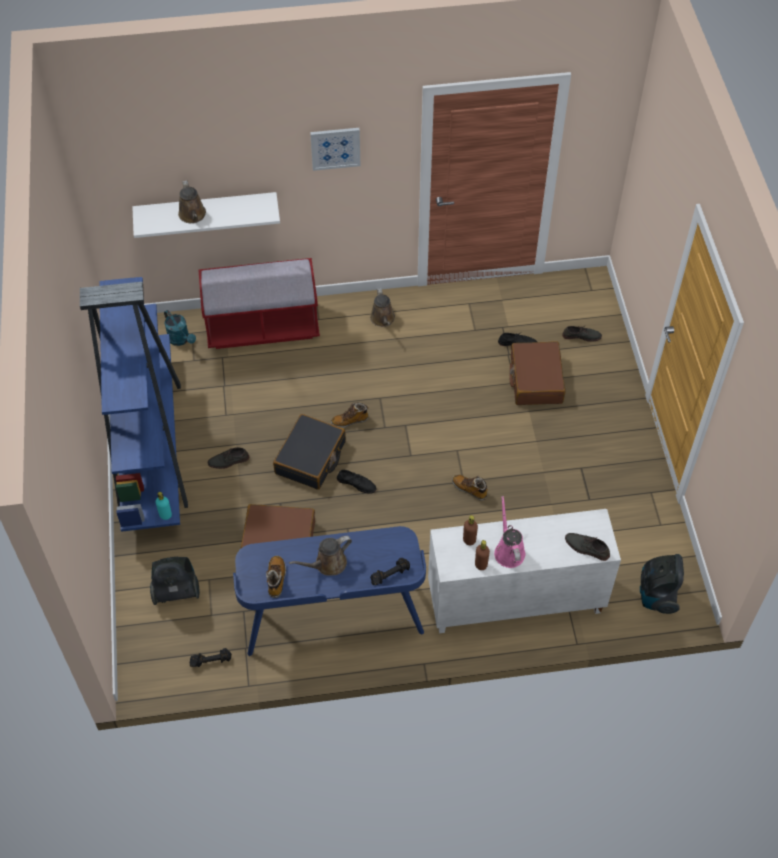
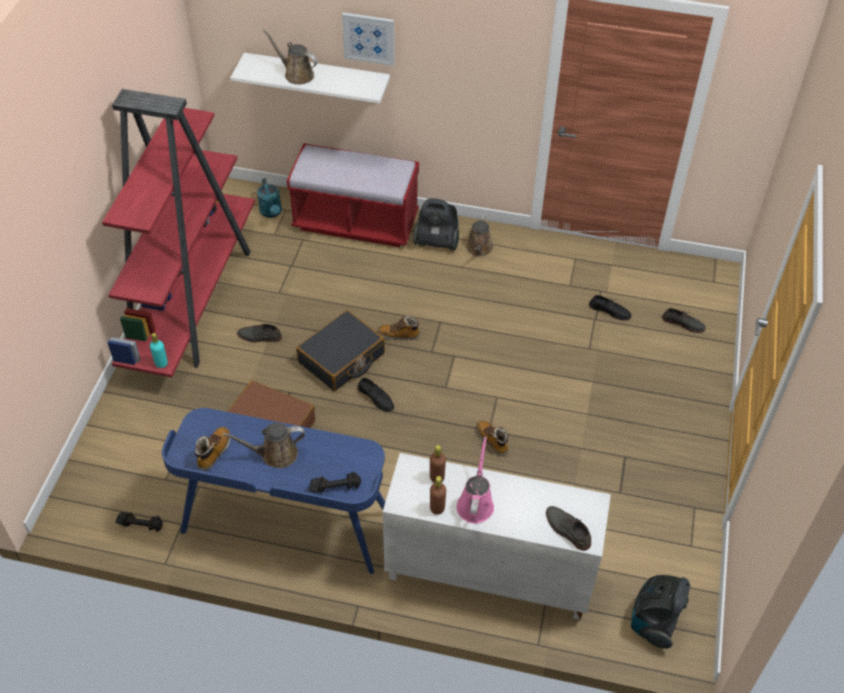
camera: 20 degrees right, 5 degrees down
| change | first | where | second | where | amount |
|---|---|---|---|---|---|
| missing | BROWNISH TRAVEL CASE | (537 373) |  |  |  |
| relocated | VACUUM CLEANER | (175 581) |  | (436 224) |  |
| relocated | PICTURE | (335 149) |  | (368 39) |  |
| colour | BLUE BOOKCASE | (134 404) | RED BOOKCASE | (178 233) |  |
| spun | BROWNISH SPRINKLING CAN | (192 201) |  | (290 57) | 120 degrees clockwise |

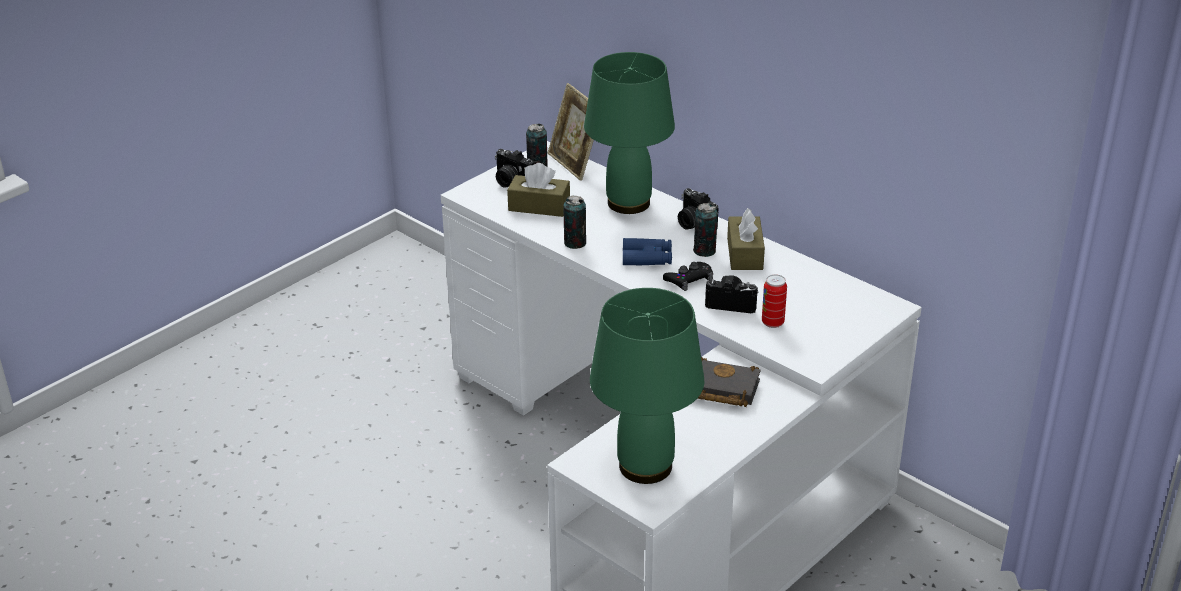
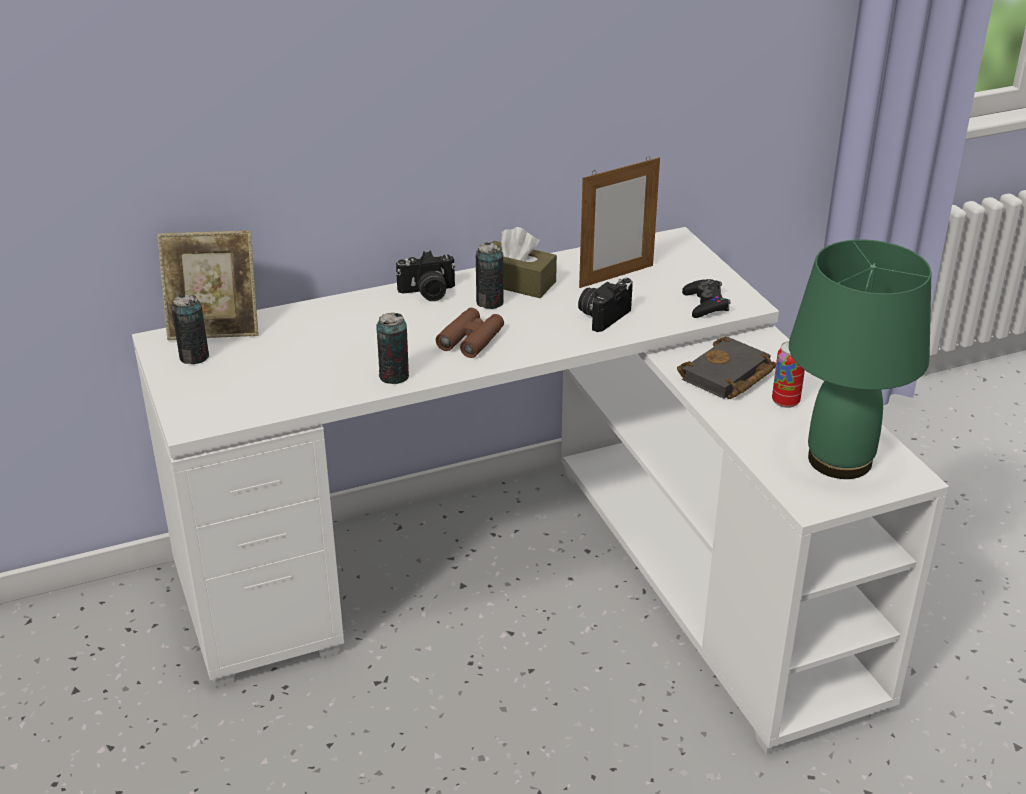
camera: 65 degrees left, 0 degrees up
| change | first | where | second | where | amount |
|---|---|---|---|---|---|
| missing | STILL CAMERA | (514 168) |  |  |  |
| missing | BROWNISH BOX OF TISSUES | (538 190) |  |  |  |
| missing | GREENISH LAMP FOR A TABLE | (629 133) |  |  |  |
| appeared |  |  | PICTURE FRAME | (619 222) |  |
| relocated | BLACKISH GAME CONTROLLER | (688 276) |  | (706 298) |  |
| relocated | CAN | (774 301) |  | (788 374) |  |
| colour | BLUE FIELD GLASSES | (647 251) | BROWNISH FIELD GLASSES | (470 333) |  |

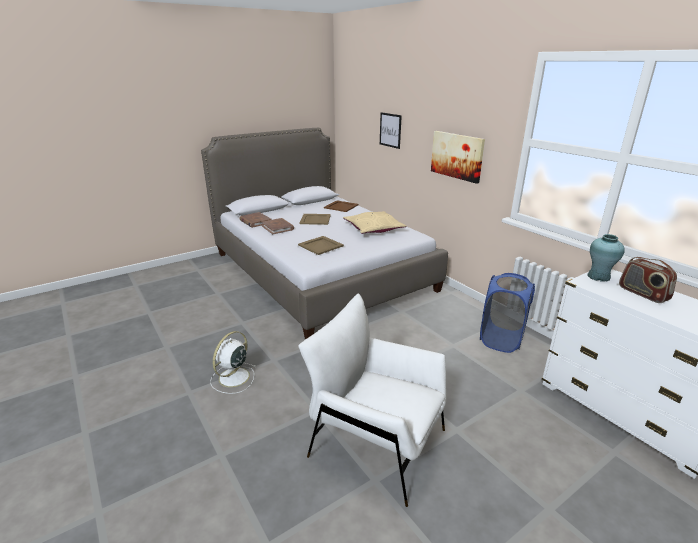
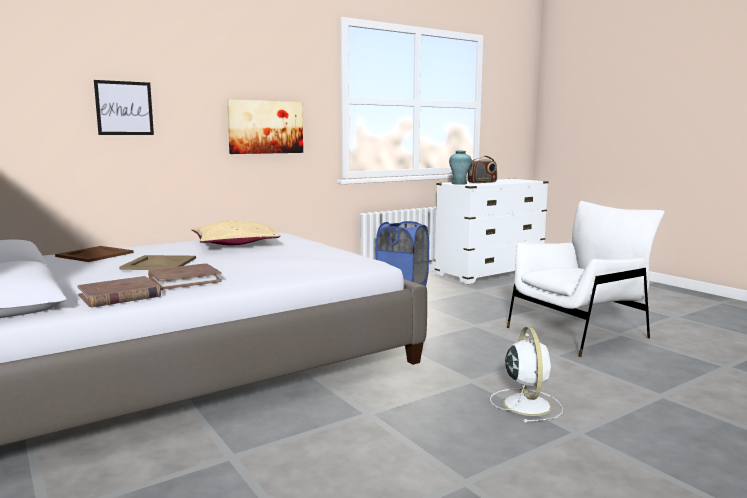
camera: 90 degrees left, 15 degrees down
| change | first | where | second | where | amount |
|---|---|---|---|---|---|
| missing | SAND-COLOURED SERVING TRAY | (321 245) |  |  |  |
| spun | WHITE COOLING FAN | (233 362) |  | (526 374) | 120 degrees counterclockwise |
| spun | WHITE EASY CHAIR | (372 400) |  | (585 279) | 150 degrees counterclockwise |

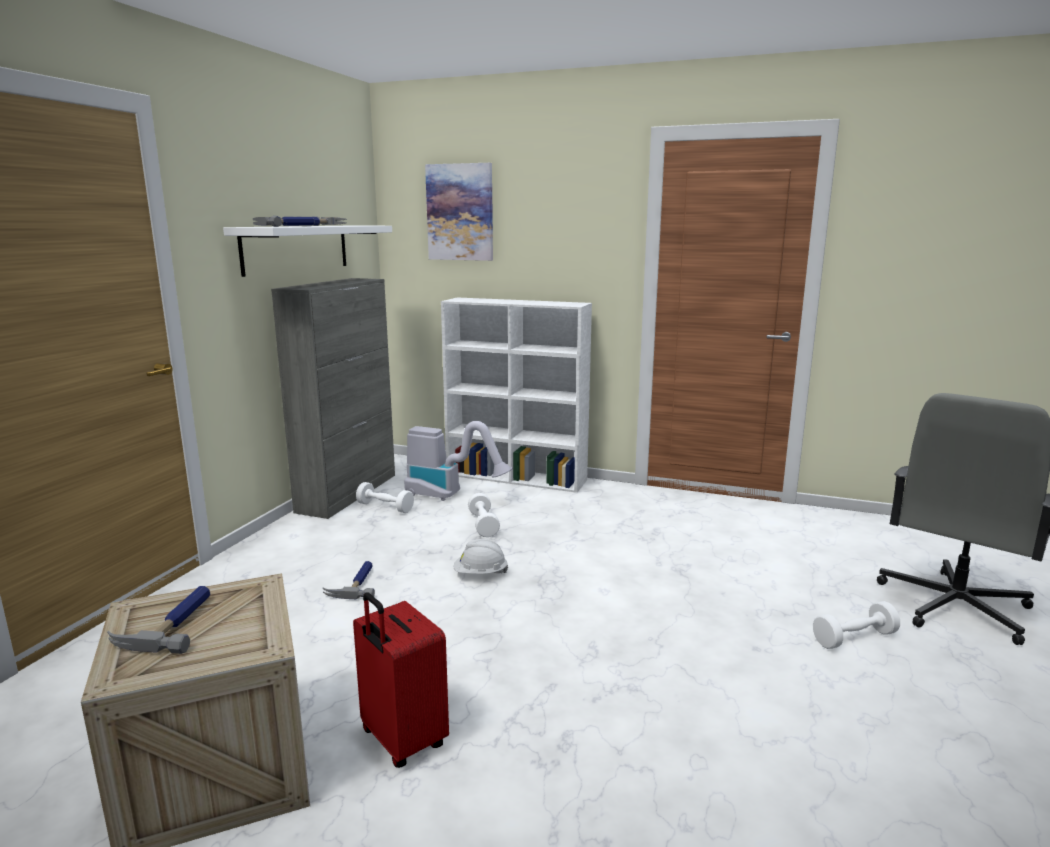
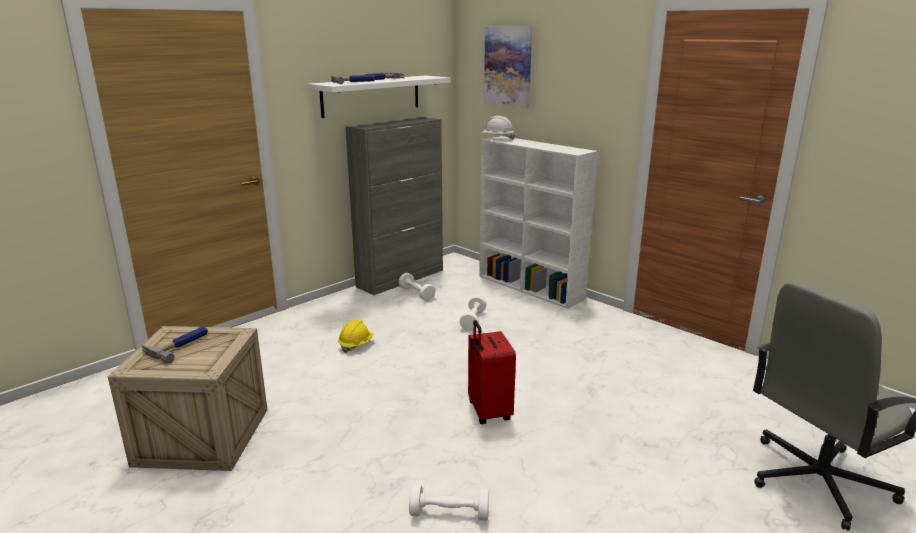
camera: 25 degrees right, 5 degrees up
| change | first | where | second | where | amount |
|---|---|---|---|---|---|
| missing | VACUUM CLEANER | (458 461) |  |  |  |
| relocated | RED TRAVEL CASE | (401 680) |  | (492 372) |  |
| relocated | WHITE SAFETY HELMET | (481 556) |  | (498 128) |  |
| relocated | WHITE FREE WEIGHT | (856 625) |  | (449 502) |  |
| exchanged | TOOL HAMMER | (349 580) | YELLOW SAFETY HELMET | (356 336) |  |

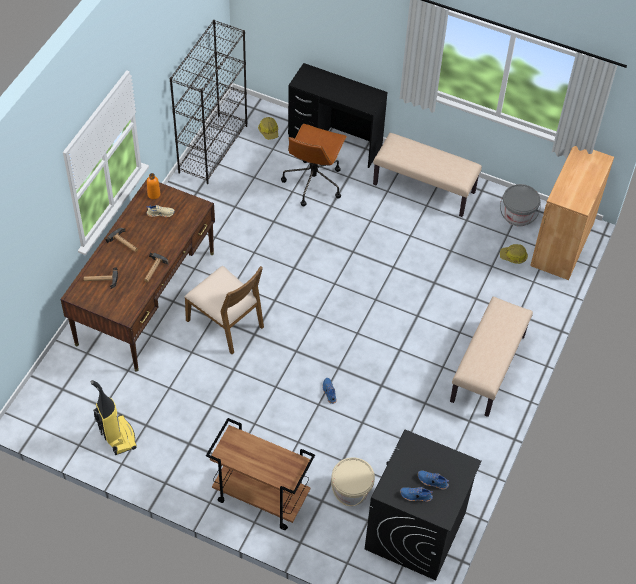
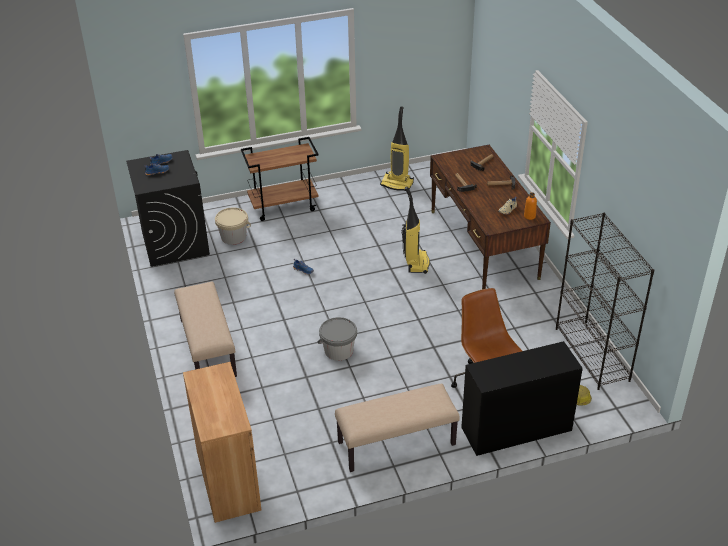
camera: 140 degrees right, 15 degrees down
| change | first | where | second | where | amount |
|---|---|---|---|---|---|
| missing | SAFETY HELMET | (514 254) |  |  |  |
| relocated | GREY BUCKET | (520 205) |  | (337 339) |  |
| exchanged | BROWNISH PLAIN CHAIR | (224 310) | VACUUM CLEANER | (415 230) |  |

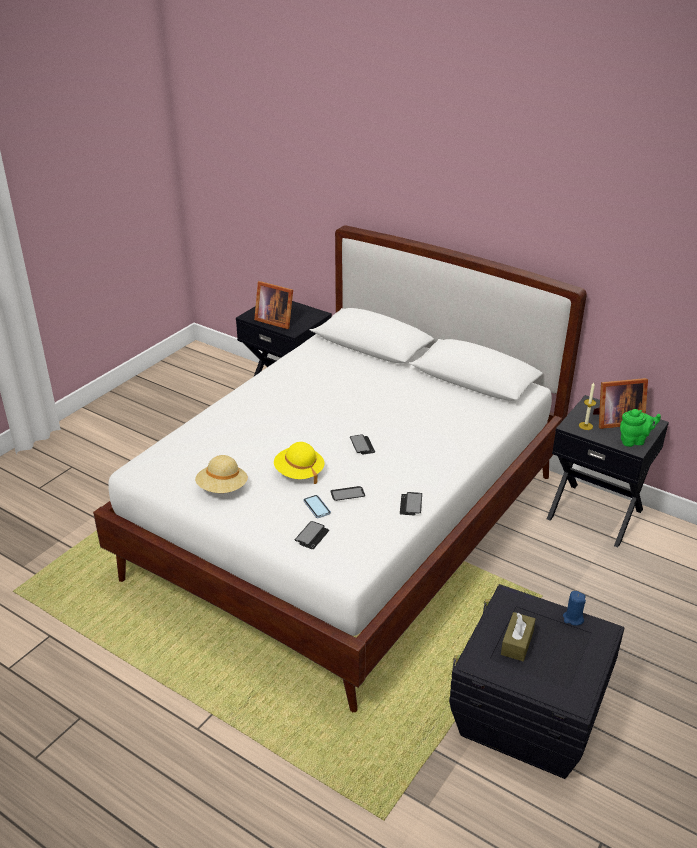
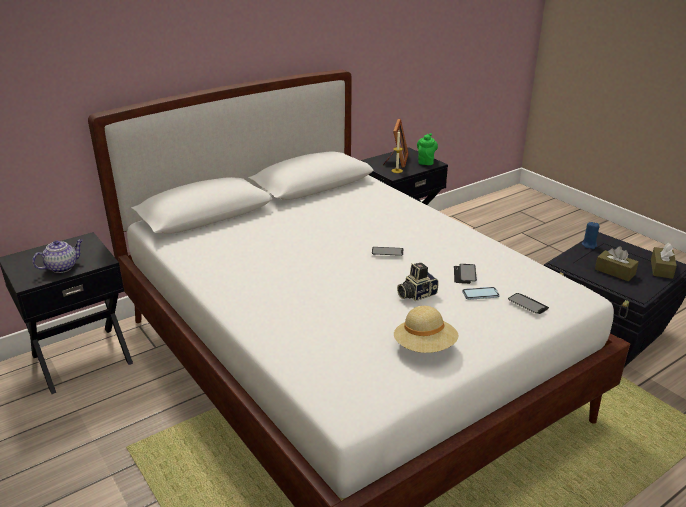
camera: 70 degrees left, 5 degrees down
| change | first | where | second | where | amount |
|---|---|---|---|---|---|
| missing | PHONE | (411 503) |  |  |  |
| appeared |  |  | BROWNISH BOX OF TISSUES | (664 261) |  |
| exchanged | PICTURE FRAME | (273 305) | TEAPOT | (57 256) |  |
| exchanged | YELLOW CLOTHING HAT | (299 463) | STILL CAMERA | (418 281) |  |

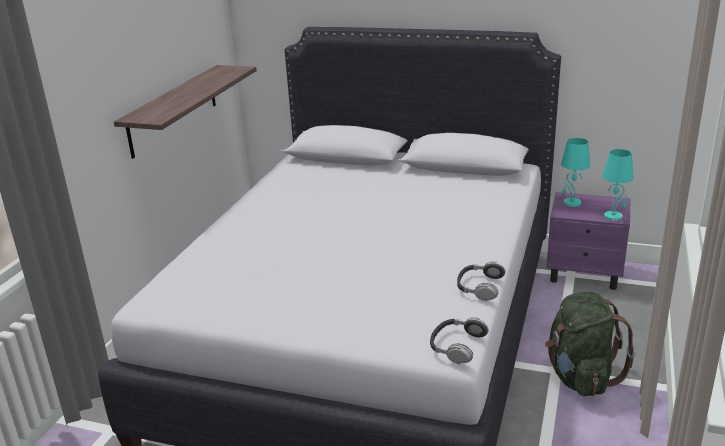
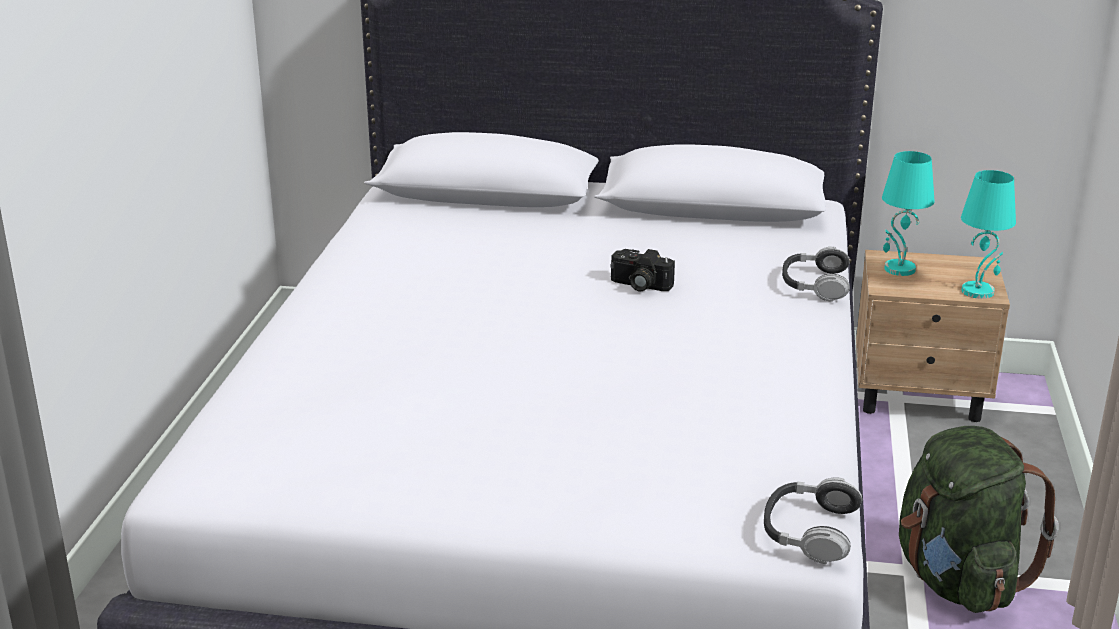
camera: 10 degrees left, 0 degrees up
| change | first | where | second | where | amount |
|---|---|---|---|---|---|
| missing | BRACKET SHELF | (185 112) |  |  |  |
| appeared |  |  | STILL CAMERA | (642 270) |  |
| relocated | HEADSET | (481 281) |  | (816 274) |  |
| colour | PURPLE NIGHTSTAND | (588 241) | SAND-COLOURED NIGHTSTAND | (933 336) |  |

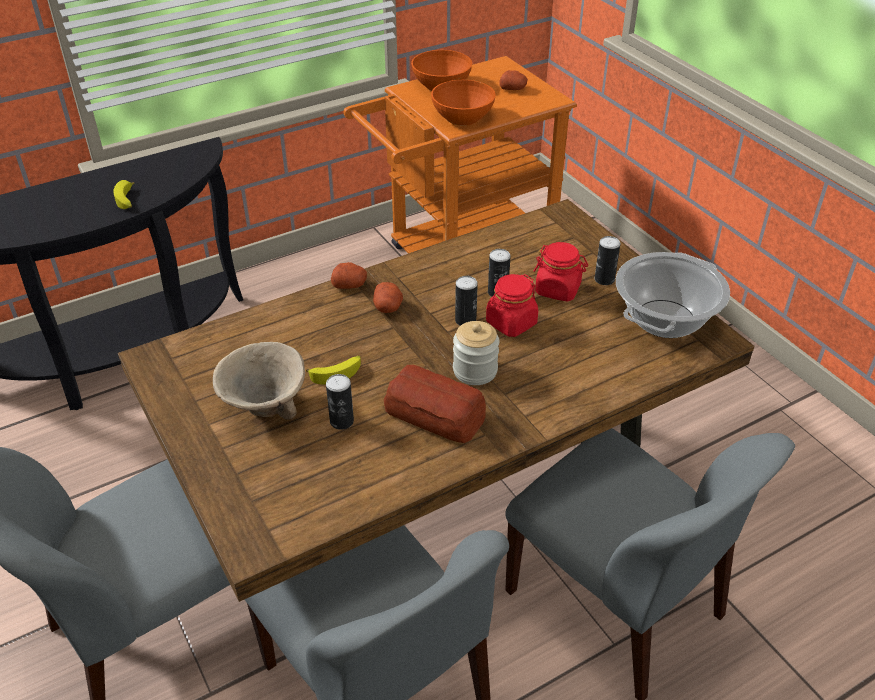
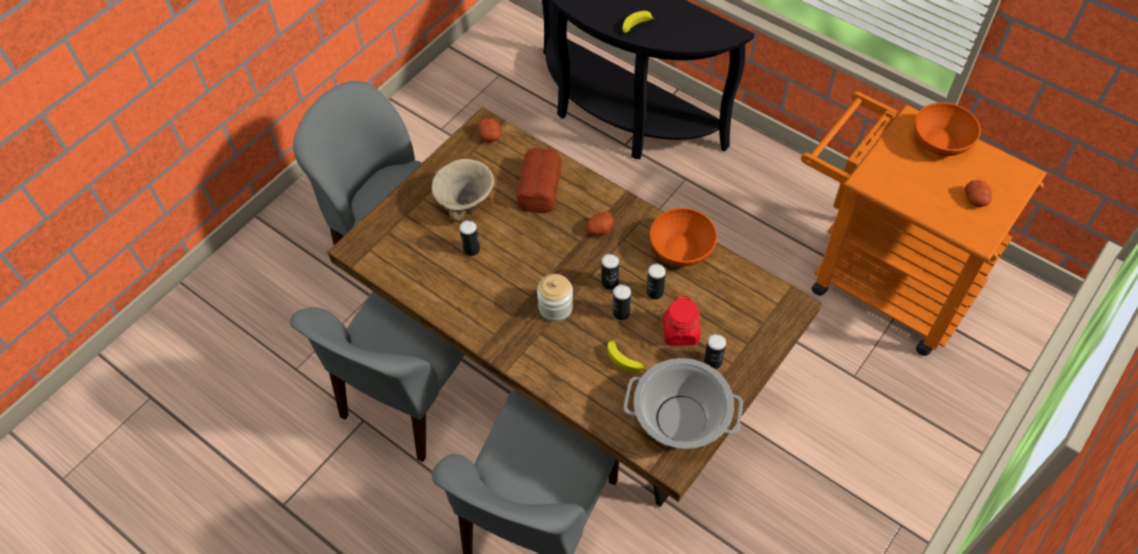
camera: 70 degrees right, 15 degrees up
| change | first | where | second | where | amount |
|---|---|---|---|---|---|
| relocated | BANANA FRUIT | (333 370) |  | (626 355) |  |
| relocated | SPUD | (349 275) |  | (489 130) |  |
| relocated | BAKERY BREAD | (435 404) |  | (539 180) |  |
| relocated | ORANGEY BOWL | (463 103) |  | (683 237) |  |
| exchanged | RED JAR | (512 305) | CAN | (622 302) |  |

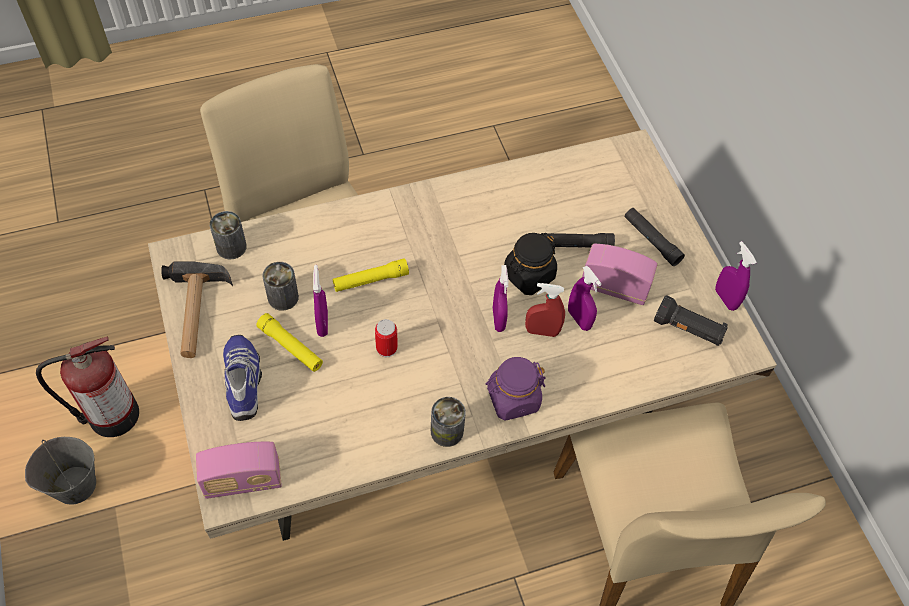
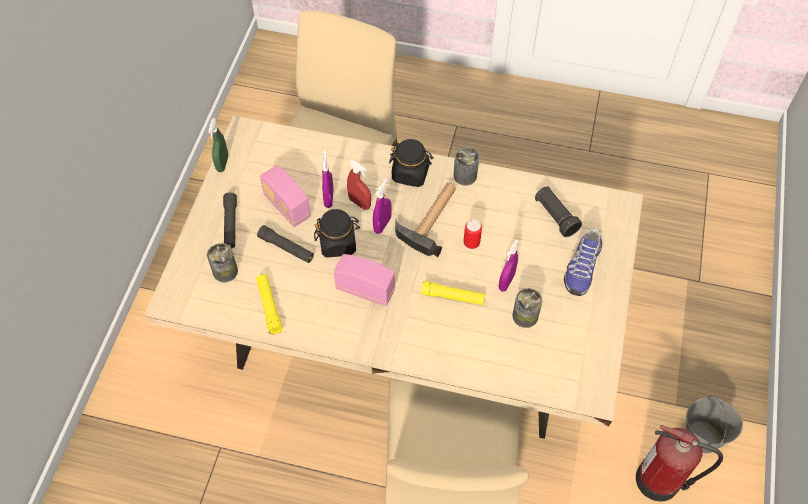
camera: 145 degrees left, 0 degrees up
| change | first | where | second | where | amount |
|---|---|---|---|---|---|
| relocated | TOOL HAMMER | (197 310) |  | (425 220) |  |
| relocated | RADIO SET | (239 470) |  | (364 280) |  |
| relocated | CAN | (228 235) |  | (222 262) |  |
| relocated | YELLOW TORCH | (289 342) |  | (269 304) |  |
| relocated | BLACKISH TORCH | (691 320) |  | (558 211) |  |
| colour | PURPLE JAR | (516 389) | BLACKISH JAR | (411 163) |  |
| colour | PURPLE HAND SPRAYER | (736 276) | GREENISH HAND SPRAYER | (218 145) |  |

